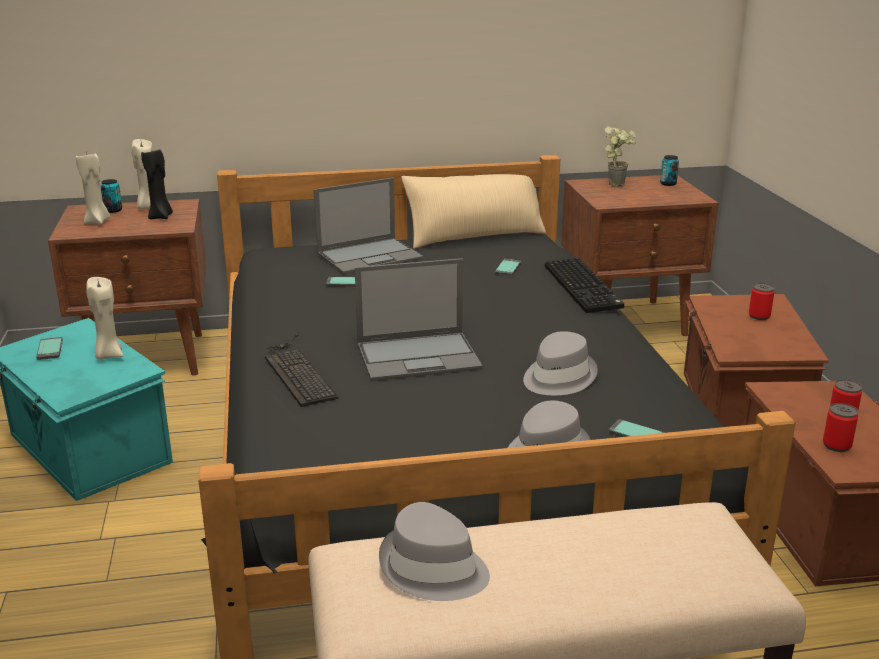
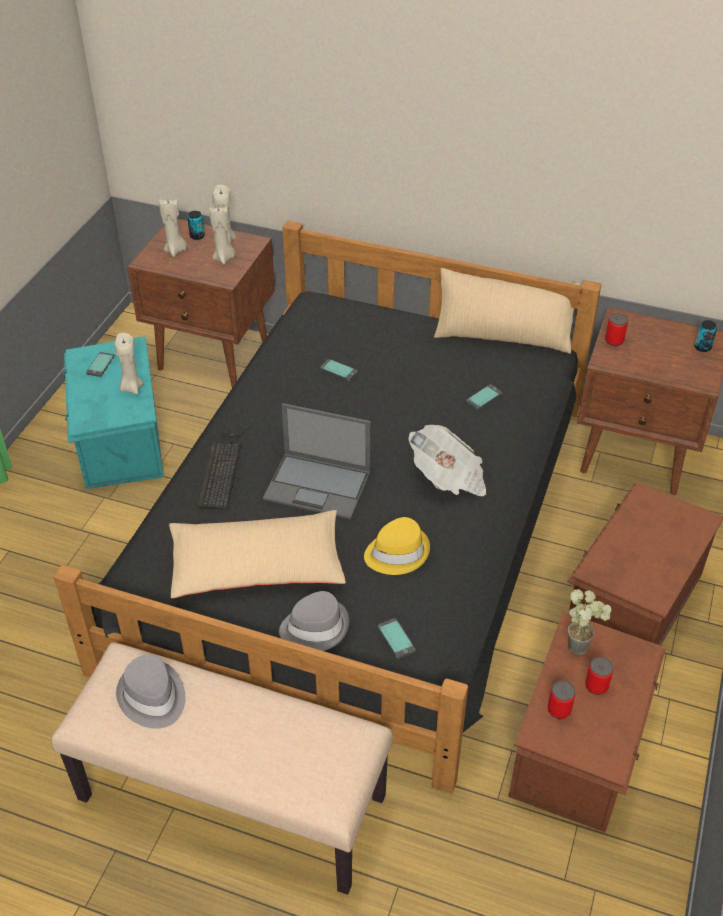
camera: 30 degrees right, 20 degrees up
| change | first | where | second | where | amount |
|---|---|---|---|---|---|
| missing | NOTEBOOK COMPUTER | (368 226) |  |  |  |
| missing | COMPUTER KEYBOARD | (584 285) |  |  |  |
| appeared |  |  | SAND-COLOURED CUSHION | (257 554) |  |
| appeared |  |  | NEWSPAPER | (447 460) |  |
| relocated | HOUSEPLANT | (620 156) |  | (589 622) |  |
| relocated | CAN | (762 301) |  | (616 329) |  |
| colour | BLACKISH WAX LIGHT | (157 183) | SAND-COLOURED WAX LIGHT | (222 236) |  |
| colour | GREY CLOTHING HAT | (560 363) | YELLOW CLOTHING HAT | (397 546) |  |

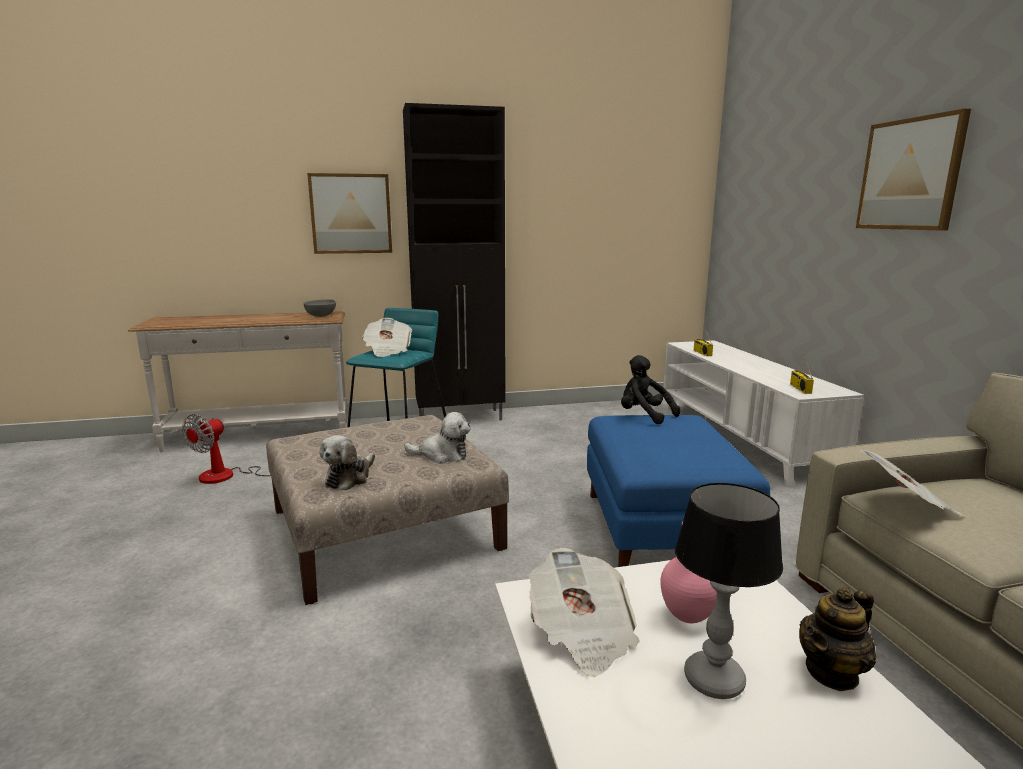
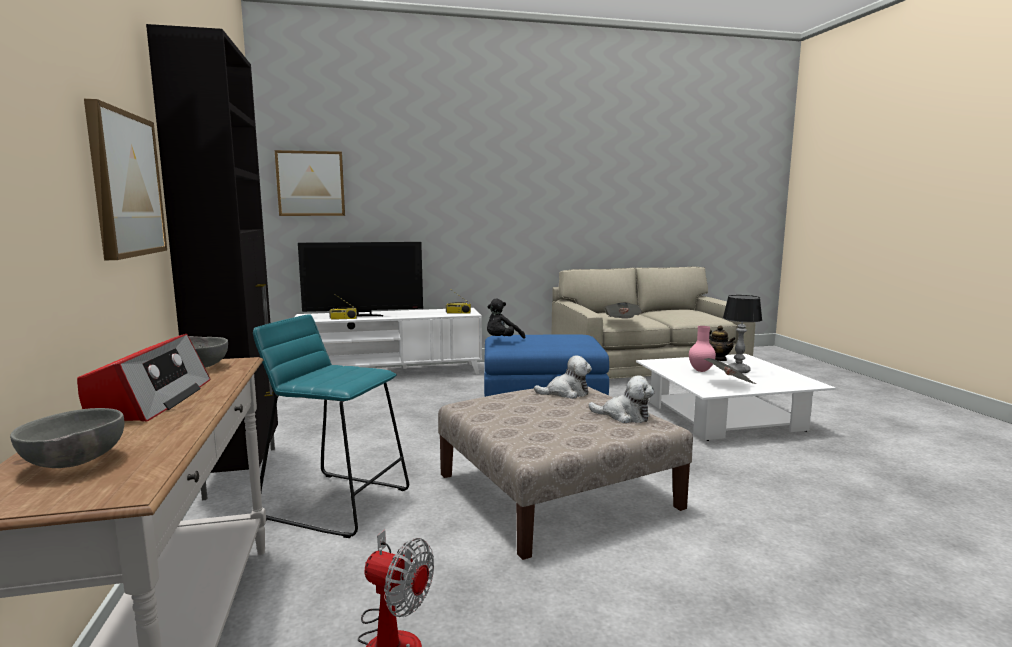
camera: 90 degrees left, 5 degrees down
| change | first | where | second | where | amount |
|---|---|---|---|---|---|
| missing | NEWSPAPER | (387 337) |  |  |  |
| appeared |  |  | GREY BOWL | (67 438) |  |
| appeared |  |  | RADIO SET | (143 377) |  |
| appeared |  |  | TELEVISION | (360 279) |  |
| relocated | PICTURE | (913 169) |  | (310 183) |  |
| spun | CUDDLY TOY | (437 437) |  | (563 377) | 75 degrees clockwise |

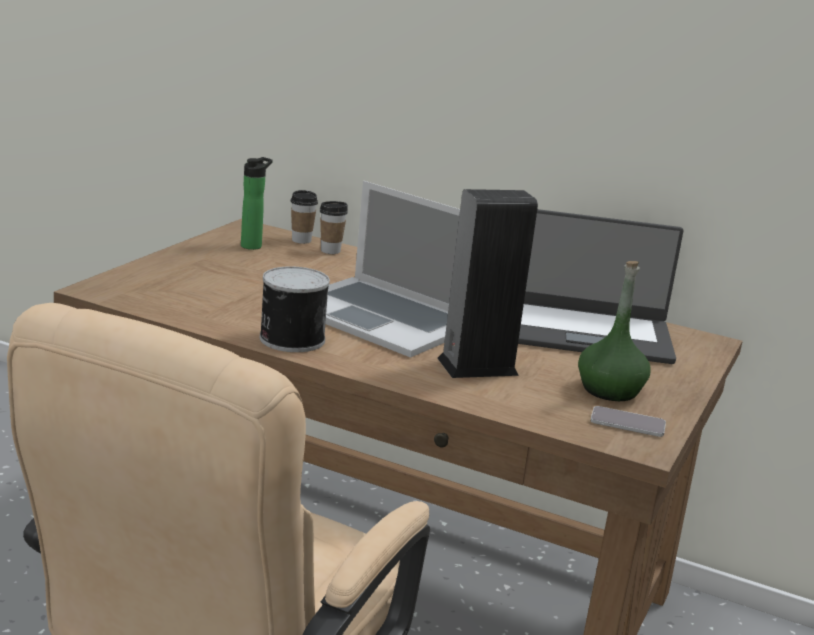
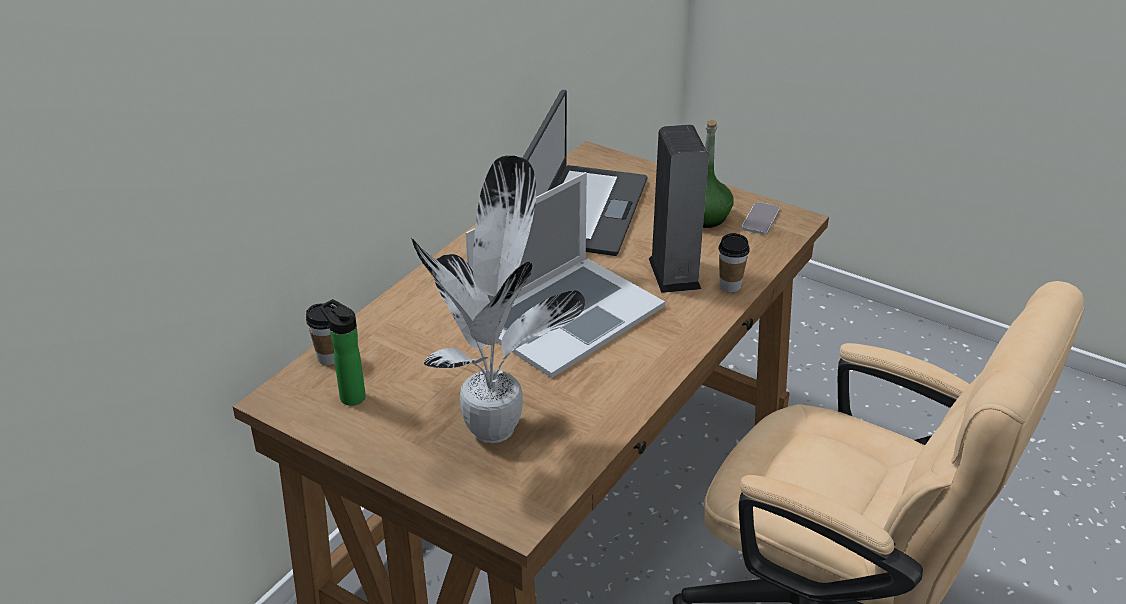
camera: 80 degrees left, 15 degrees up
| change | first | where | second | where | amount |
|---|---|---|---|---|---|
| missing | CAN | (295 309) |  |  |  |
| appeared |  |  | HOUSEPLANT | (498 299) |  |
| relocated | DRINKING CUP | (334 227) |  | (734 262) |  |

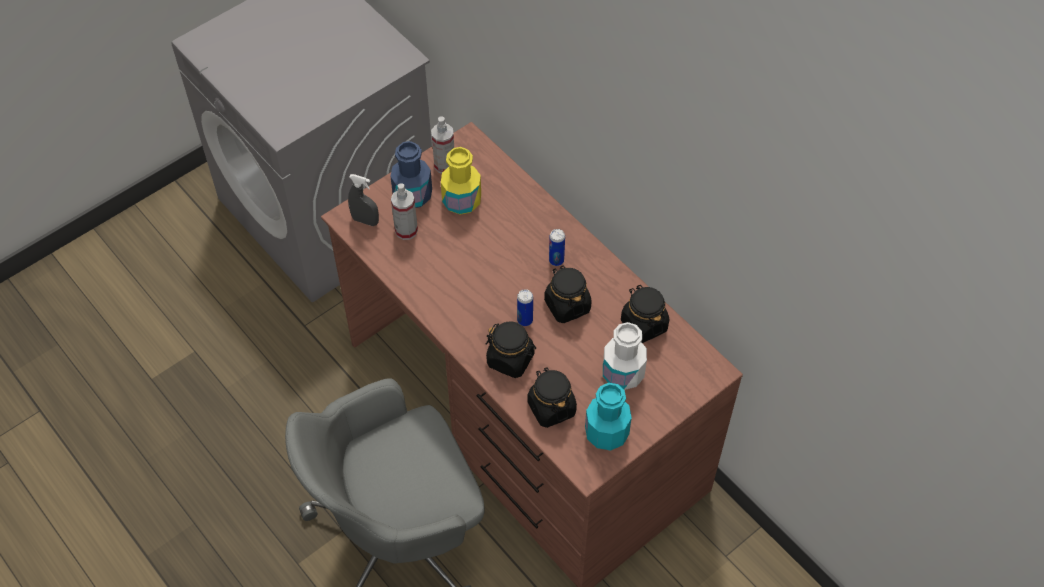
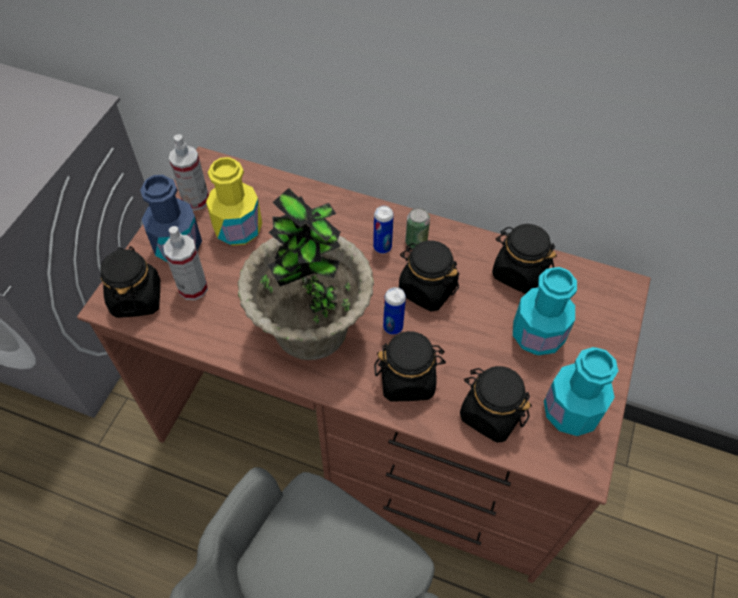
camera: 30 degrees left, 0 degrees up
| change | first | where | second | where | amount |
|---|---|---|---|---|---|
| appeared |  |  | HOUSEPLANT | (306 274) |  |
| appeared |  |  | CAN | (417 228) |  |
| exchanged | GREY HAND SPRAYER | (363 200) | BLACKISH JAR | (130 282) |  |
| colour | WHITE BOTTLE | (625 356) | TURQUOISE-COLOURED BOTTLE | (545 311) |  |

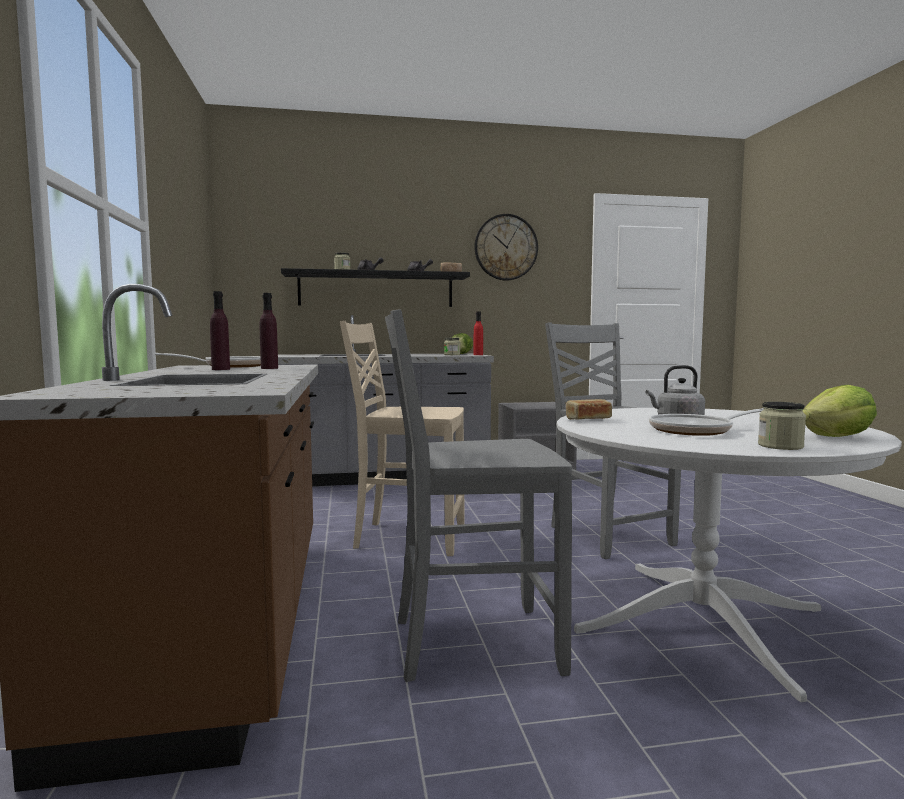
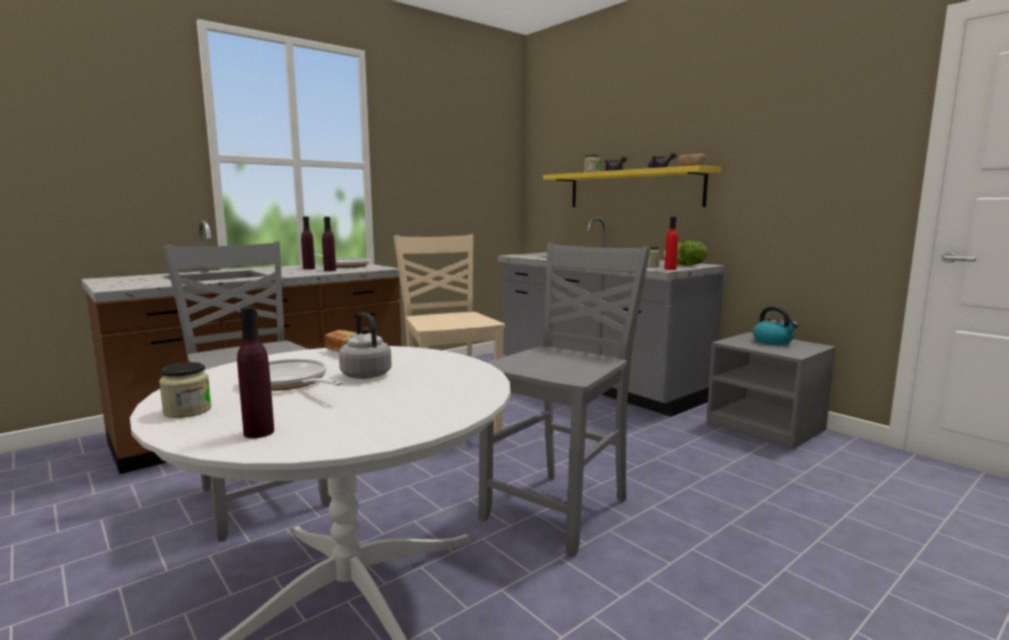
camera: 60 degrees right, 5 degrees up
| change | first | where | second | where | amount |
|---|---|---|---|---|---|
| missing | WALL CLOCK | (506 247) |  |  |  |
| appeared |  |  | WATER KETTLE | (775 325) |  |
| exchanged | LETTUCE HEAD | (840 411) | PURPLE BOTTLE | (255 372) |  |
| colour | BLACKISH BRACKET SHELF | (375 287) | YELLOW BRACKET SHELF | (632 186) |  |

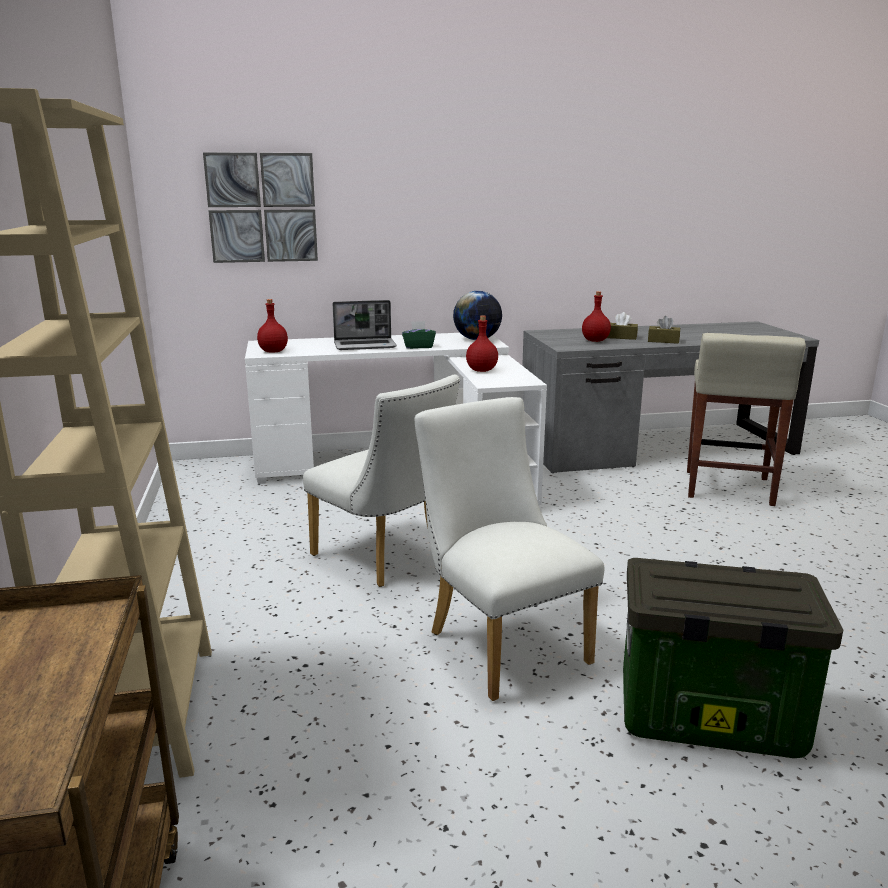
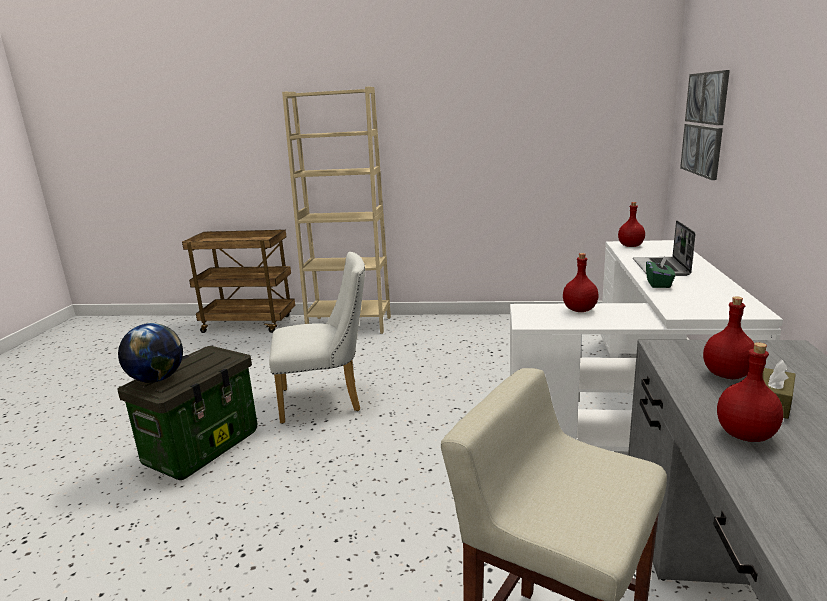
camera: 110 degrees right, 0 degrees up
| change | first | where | second | where | amount |
|---|---|---|---|---|---|
| missing | WHITE PLAIN CHAIR | (381 481) |  |  |  |
| relocated | GLOBE | (477 315) |  | (150 353) |  |
| exchanged | BROWNISH BOX OF TISSUES | (664 330) | RED BOTTLE | (750 392) |  |

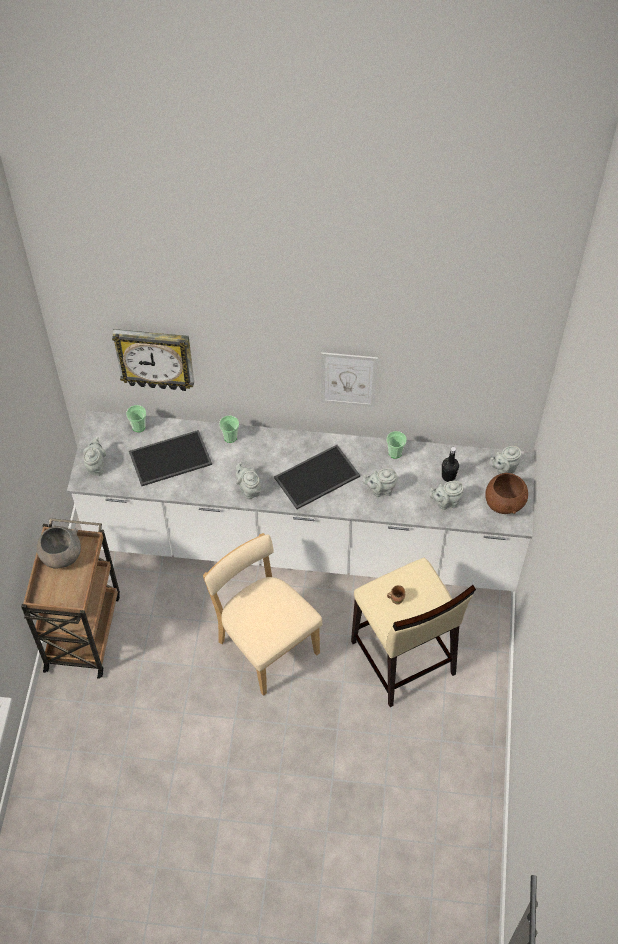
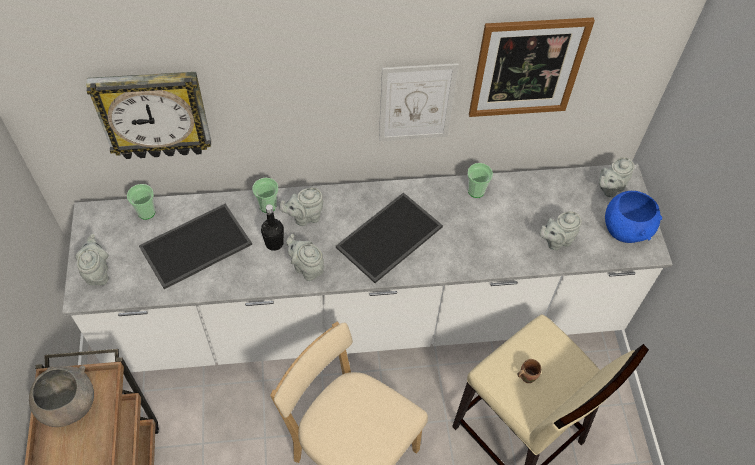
camera: 15 degrees left, 0 degrees up
| change | first | where | second | where | amount |
|---|---|---|---|---|---|
| appeared |  |  | PICTURE | (532 67) |  |
| relocated | GREY TEAPOT | (379 482) |  | (301 207) |  |
| relocated | BLACKISH BOTTLE | (450 464) |  | (272 227) |  |
| colour | BROWNISH BOWL | (506 493) | BLUE BOWL | (633 217) |  |

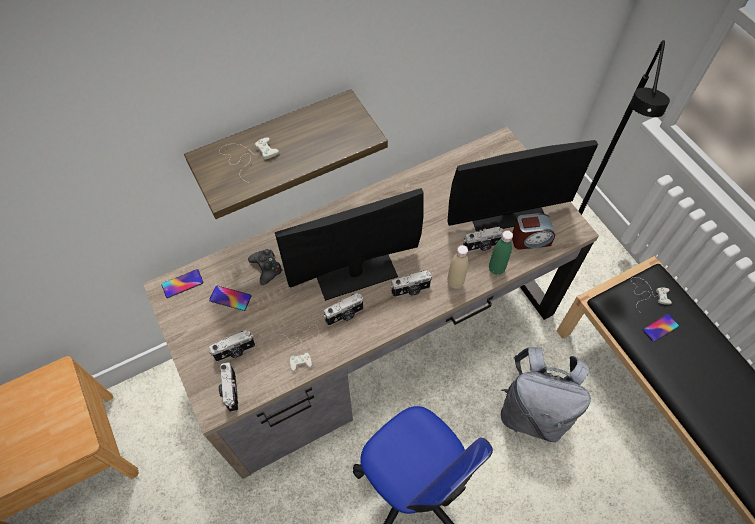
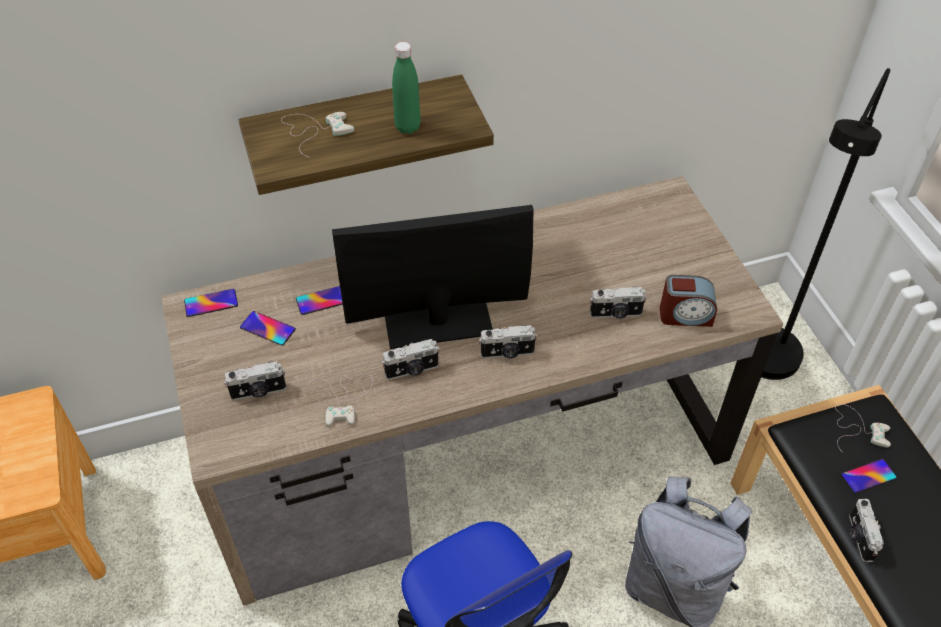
camera: 10 degrees right, 10 degrees down
| change | first | where | second | where | amount |
|---|---|---|---|---|---|
| missing | COMPUTER DISPLAY | (522 186) |  |  |  |
| missing | SAND-COLOURED BOTTLE | (457 267) |  |  |  |
| relocated | STILL CAMERA | (228 387) |  | (866 530) |  |
| relocated | GREENISH BOTTLE | (501 252) |  | (406 88) |  |
| exchanged | BLACKISH GAME CONTROLLER | (265 267) | PHONE | (319 300) |  |

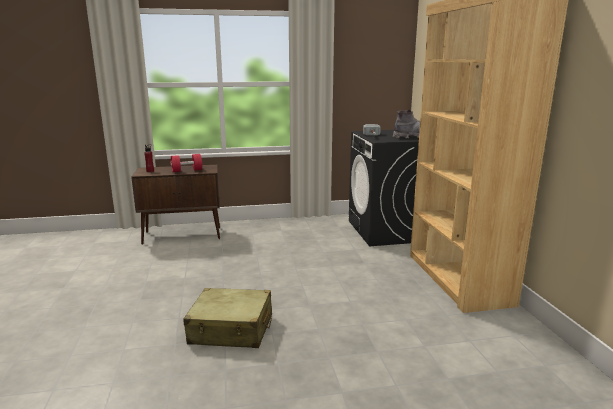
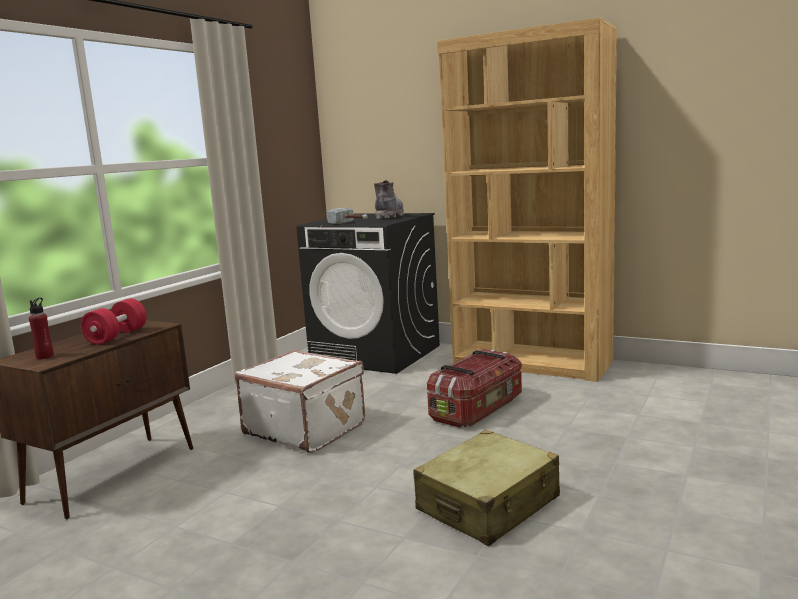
camera: 50 degrees left, 5 degrees down
| change | first | where | second | where | amount |
|---|---|---|---|---|---|
| appeared |  |  | WHITE TRAVEL CASE | (300 401) |  |
| appeared |  |  | STORAGE CONTAINER | (474 388) |  |

